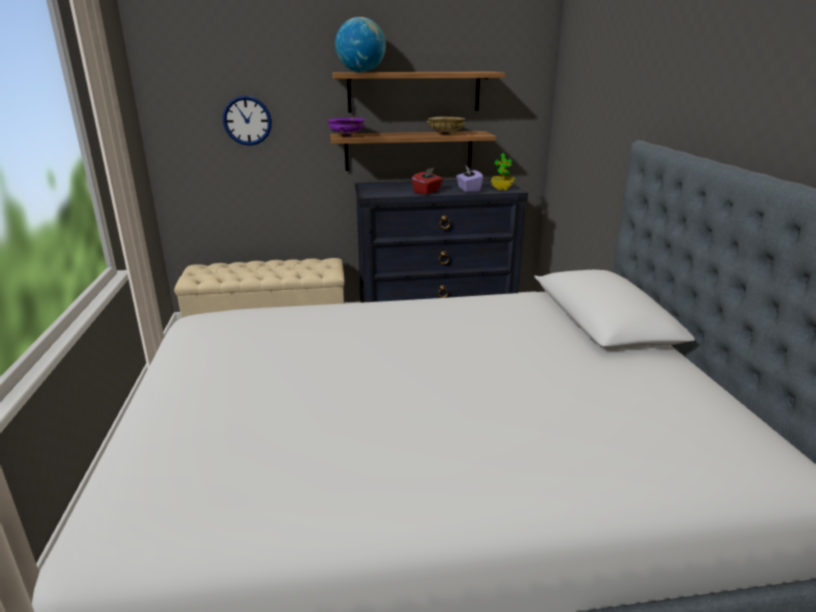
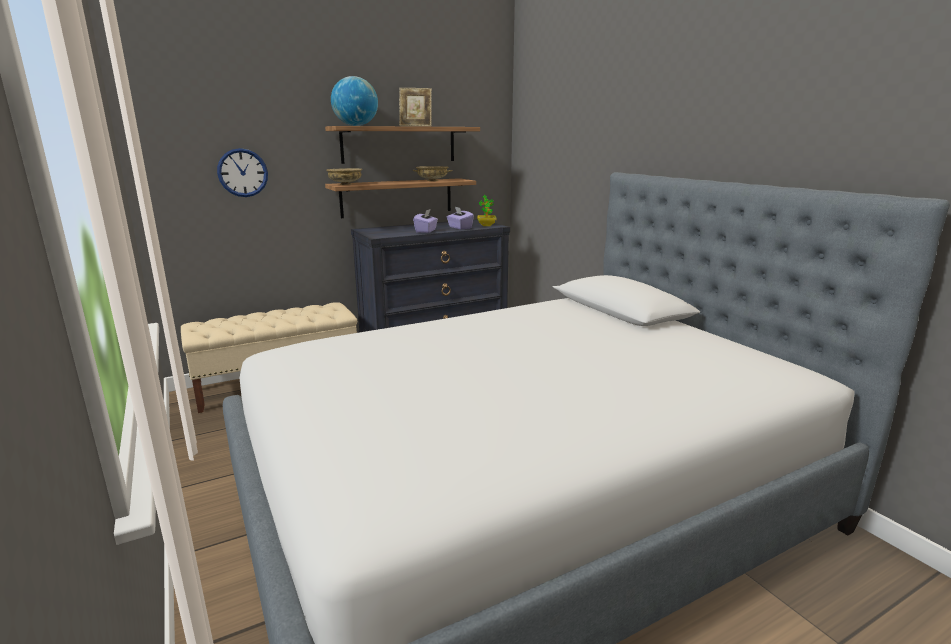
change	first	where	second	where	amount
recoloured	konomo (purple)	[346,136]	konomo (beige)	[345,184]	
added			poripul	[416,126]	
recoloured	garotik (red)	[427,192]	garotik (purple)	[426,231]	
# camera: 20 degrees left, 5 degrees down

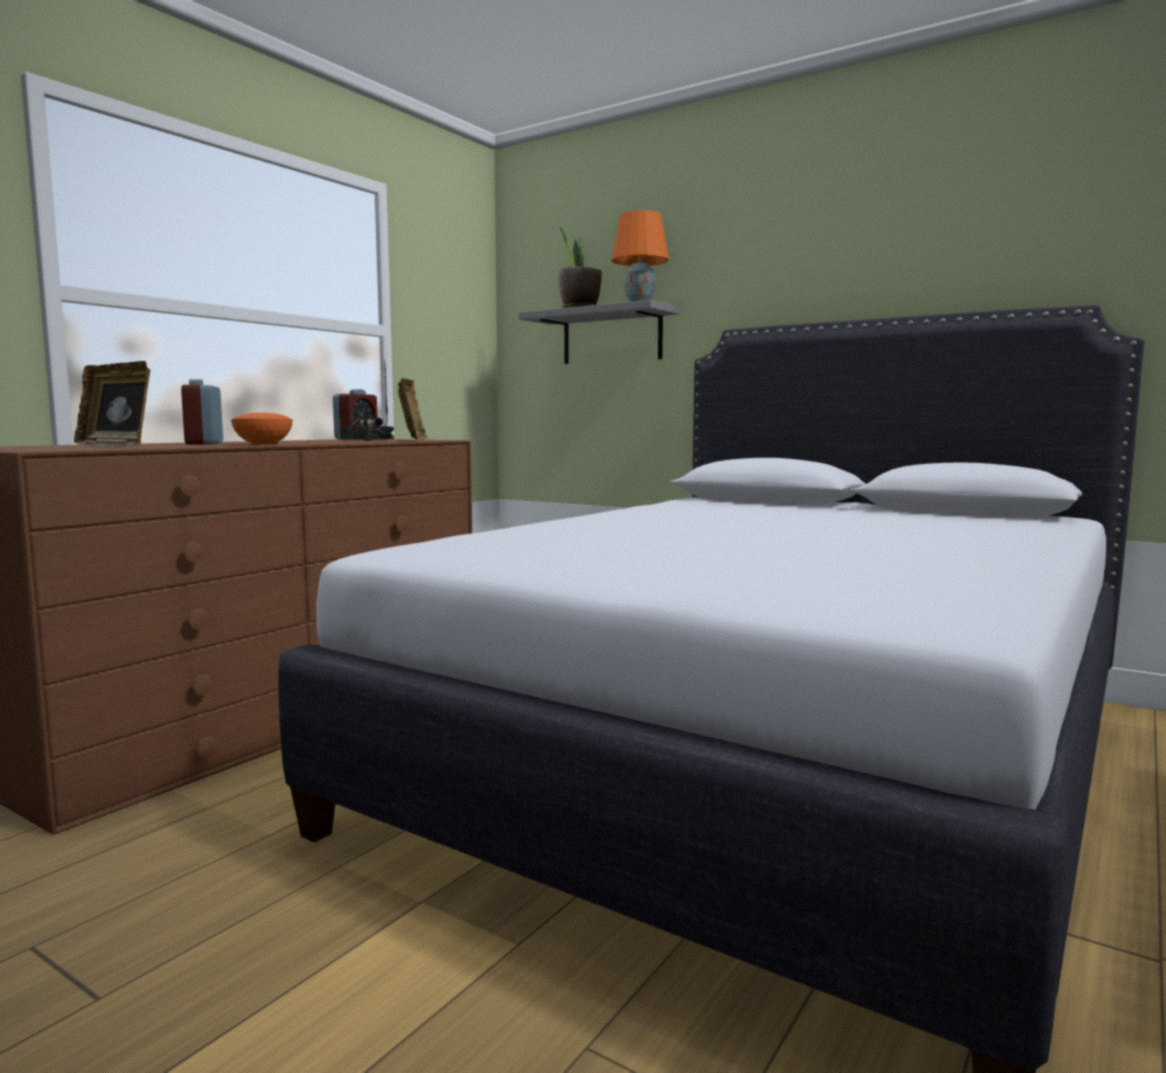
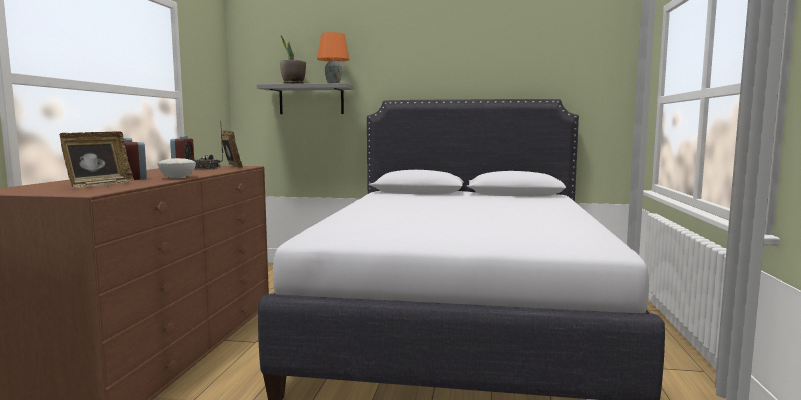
change	first	where	second	where	amount
turned	poripul	[116,446]		[99,185]	75 degrees counterclockwise
recoloured	konomo (orange)	[263,444]	konomo (white)	[178,177]	
# camera: 25 degrees left, 0 degrees up

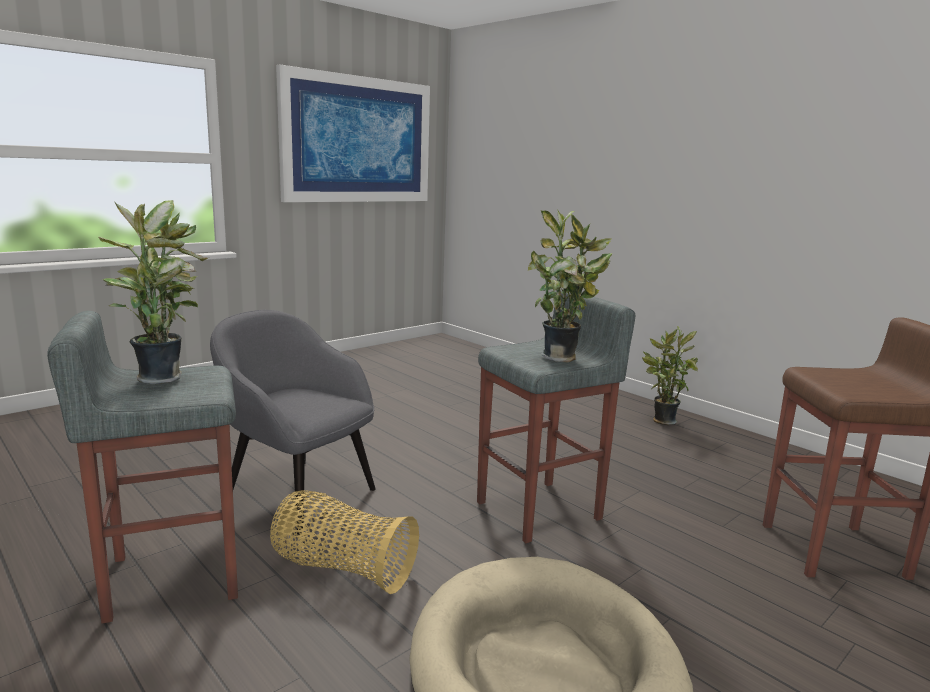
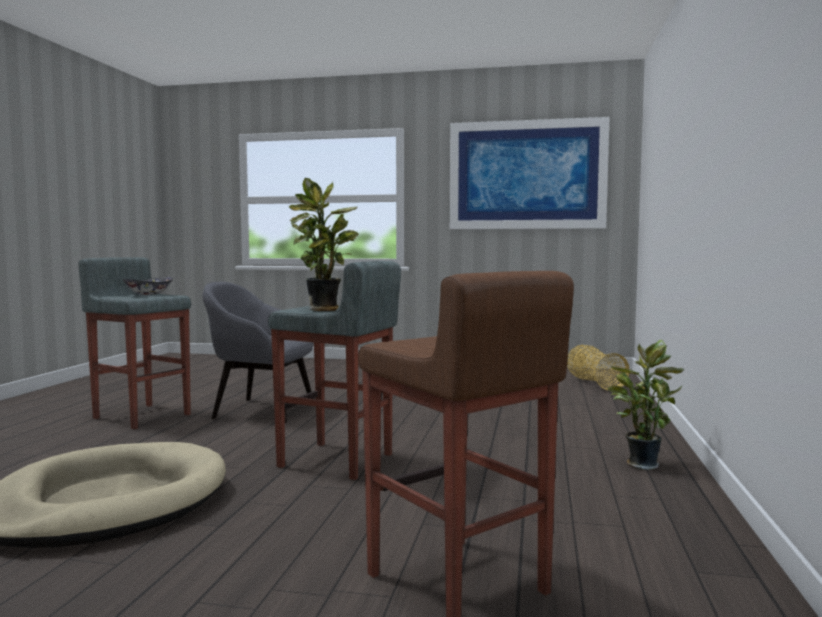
change	first	where	second	where	amount
replaced	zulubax	[162,377]	konomo	[149,294]	
turned	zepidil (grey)	[298,493]		[262,410]	75 degrees counterclockwise
moved	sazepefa	[342,569]		[594,383]	
# camera: 55 degrees right, 10 degrees down

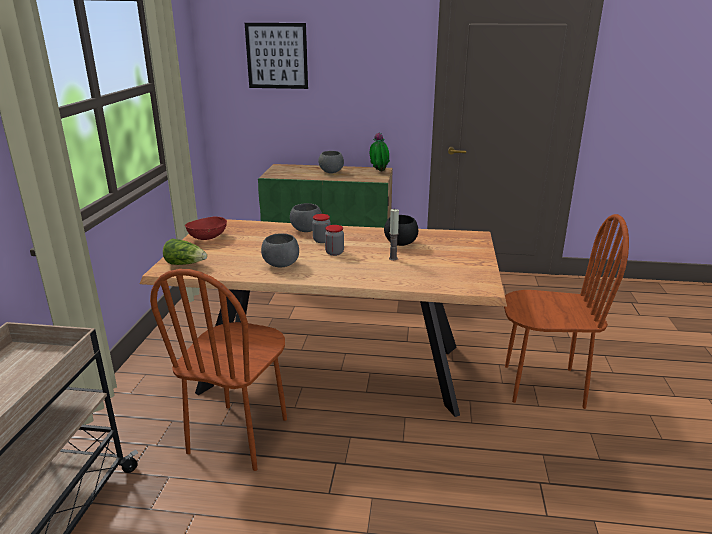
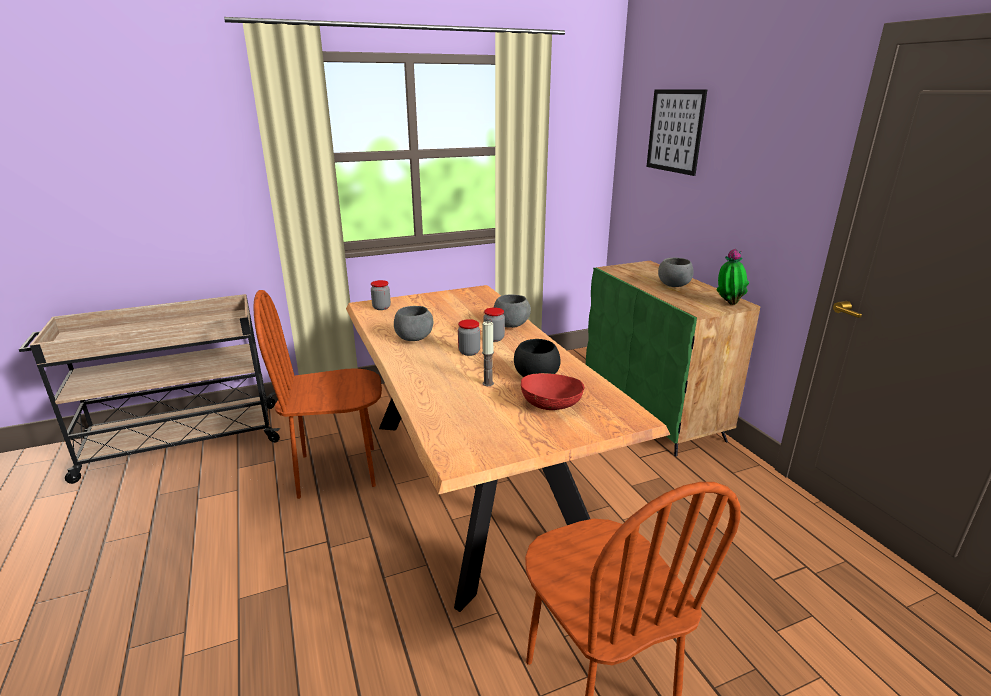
change	first	where	second	where	amount
replaced	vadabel	[185,264]	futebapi	[381,307]	
moved	konomo (red)	[207,237]		[551,405]	
# camera: 60 degrees right, 0 degrees up

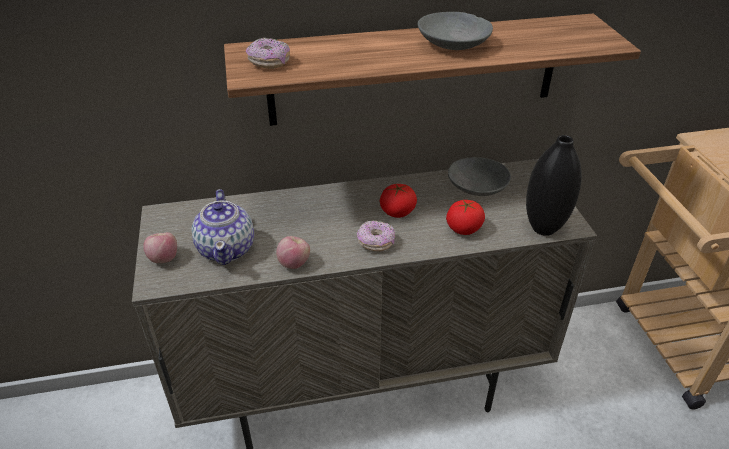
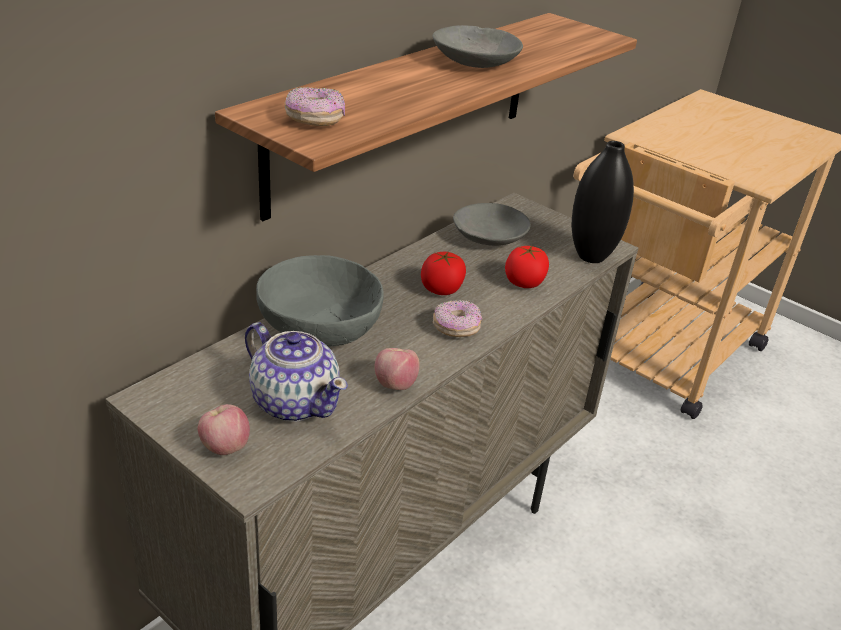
change	first	where	second	where	amount
added			konomo (grey)	[321,327]	
# camera: 40 degrees left, 5 degrees down

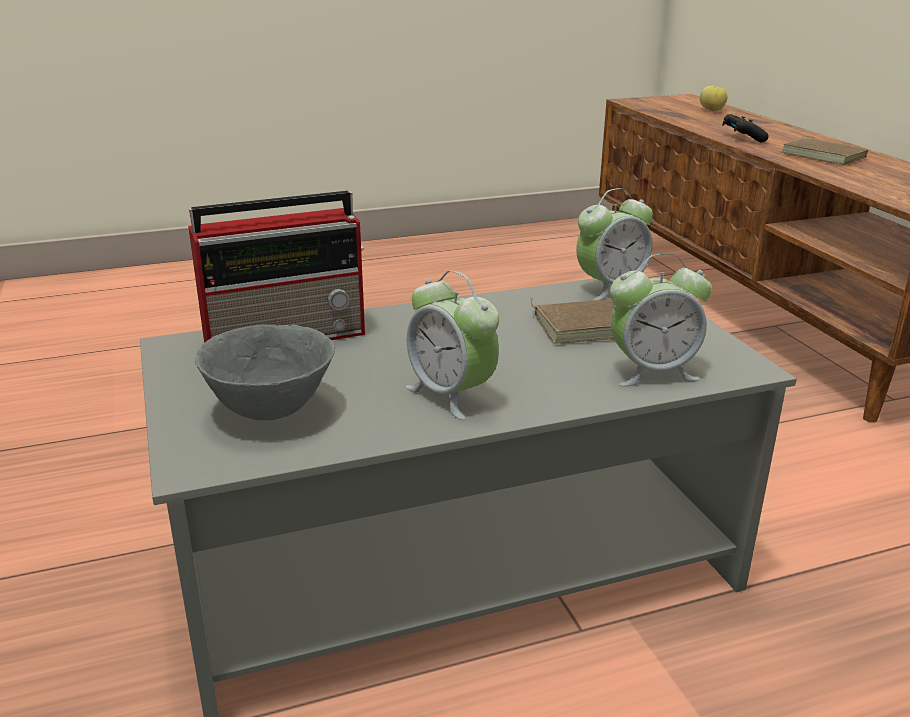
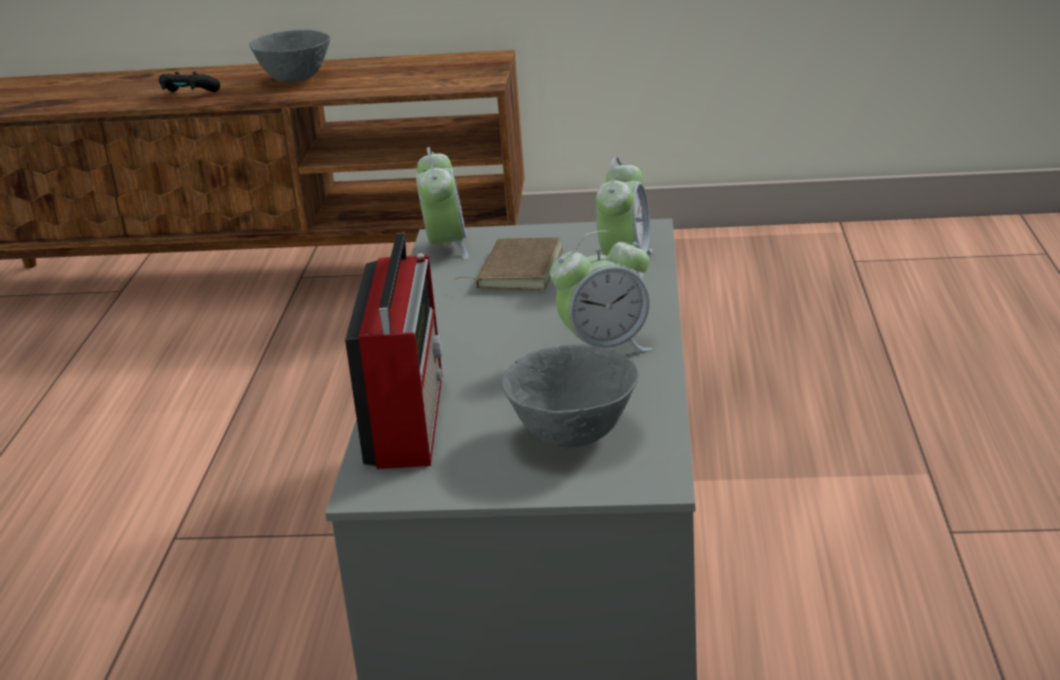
change	first	where	second	where	amount
replaced	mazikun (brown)	[824,155]	konomo (grey)	[295,79]	
removed	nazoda	[712,110]			
# camera: 65 degrees left, 0 degrees up

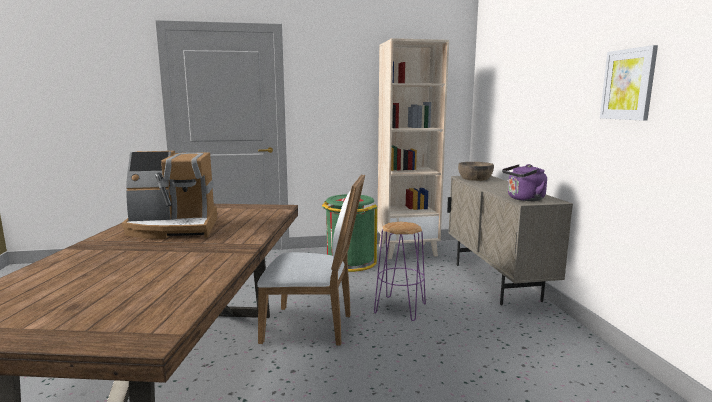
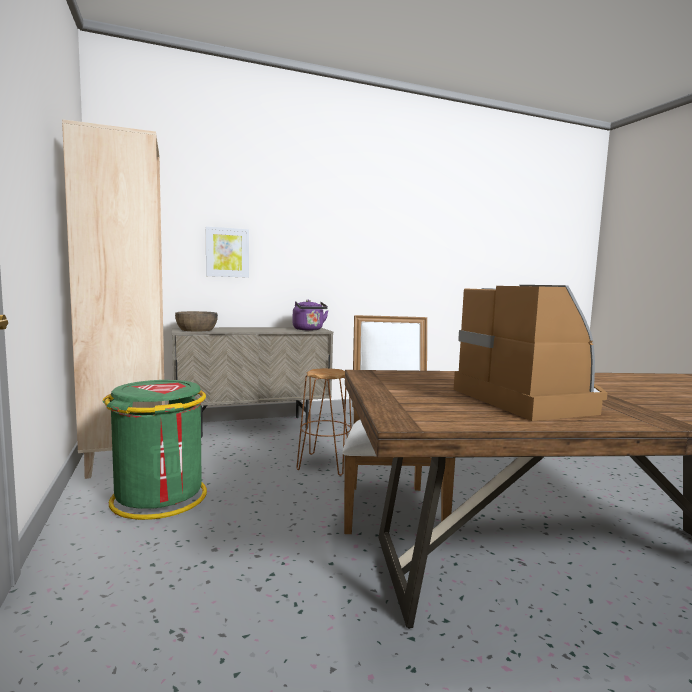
change	first	where	second	where	amount
moved	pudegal	[628,84]		[227,252]	
recoloured	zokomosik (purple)	[400,308]	zokomosik (brown)	[324,464]	
# camera: 100 degrees left, 5 degrees down

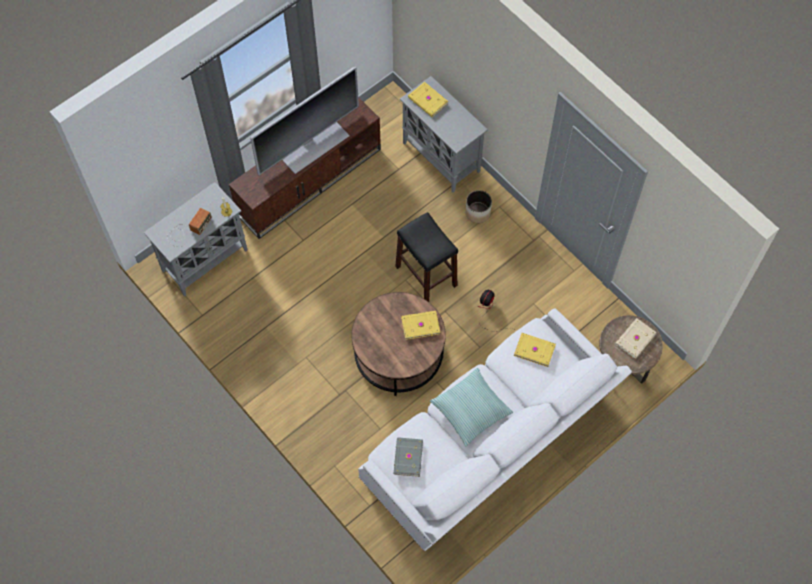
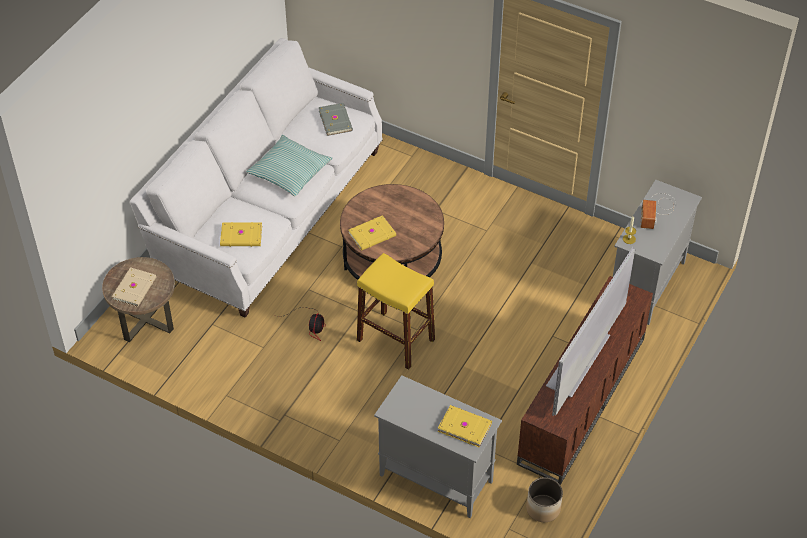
change	first	where	second	where	amount
recoloured	zokomosik (black)	[426,276]	zokomosik (yellow)	[395,340]	
moved	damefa	[477,212]		[543,508]	
# camera: 160 degrees right, 15 degrees down

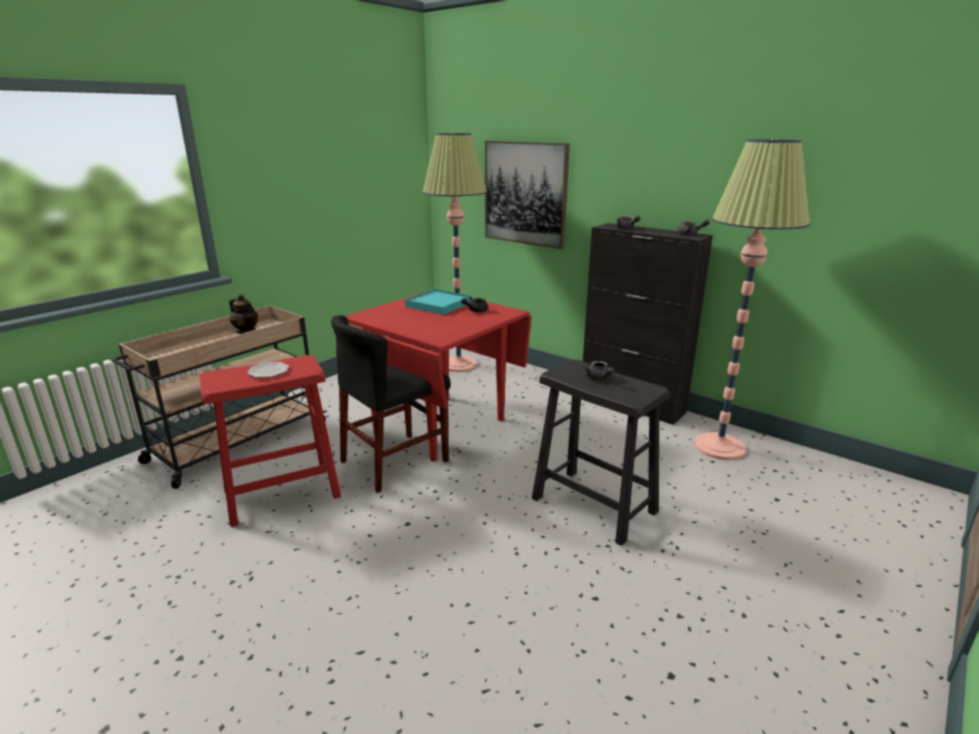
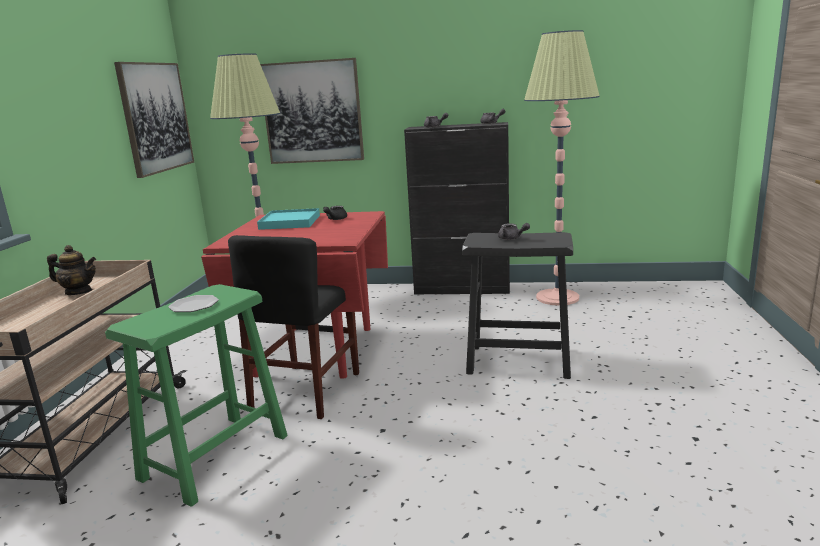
change	first	where	second	where	amount
recoloured	zokomosik (red)	[283,493]	zokomosik (green)	[216,456]	
added			pudegal	[156,117]	
# camera: 30 degrees left, 5 degrees down

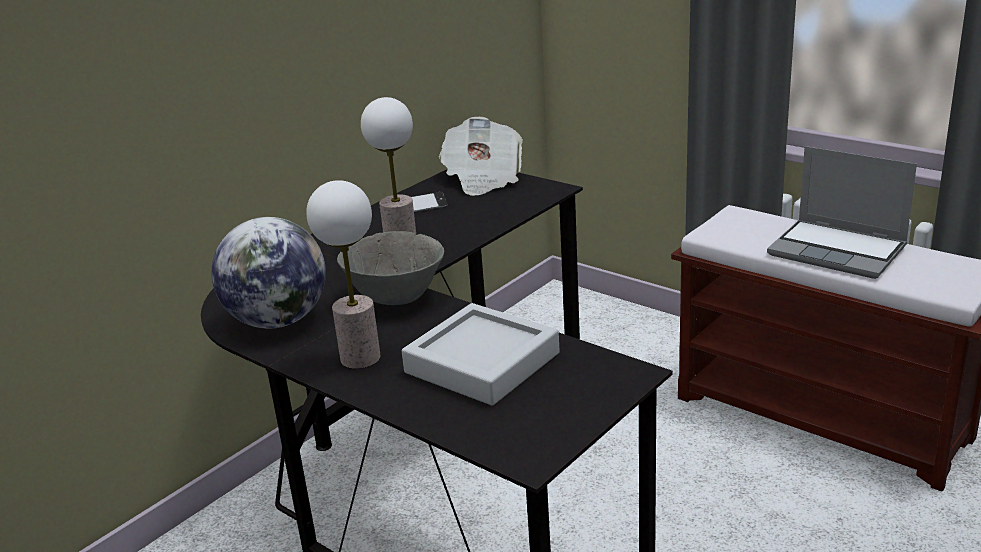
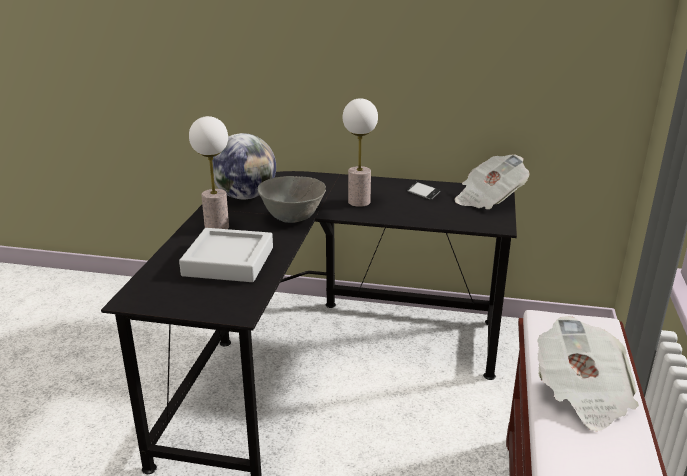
change	first	where	second	where	amount
replaced	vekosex	[839,251]	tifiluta	[582,395]	
# camera: 60 degrees right, 0 degrees up

